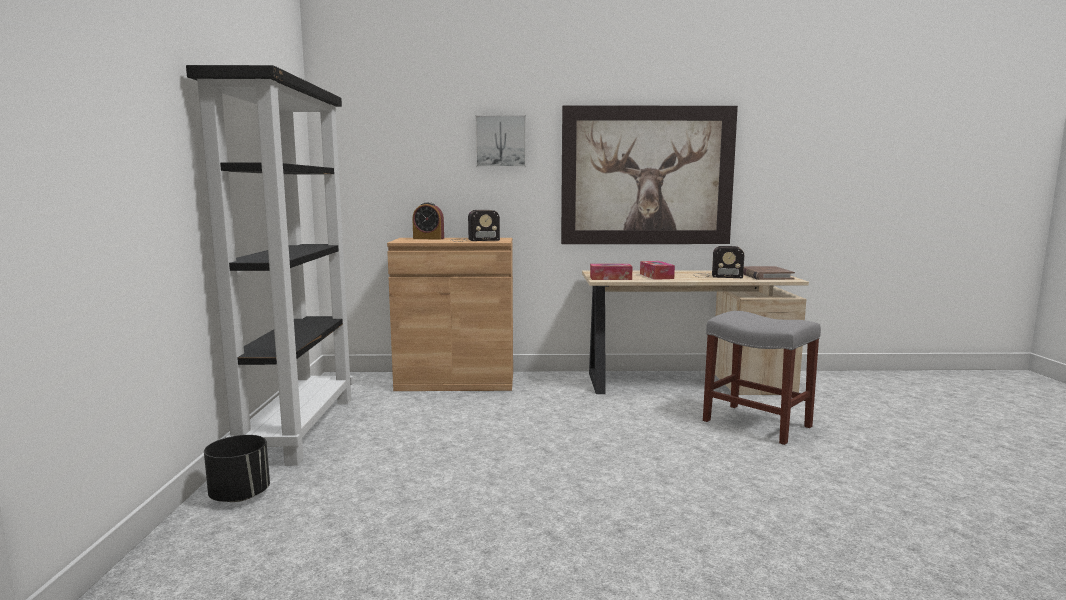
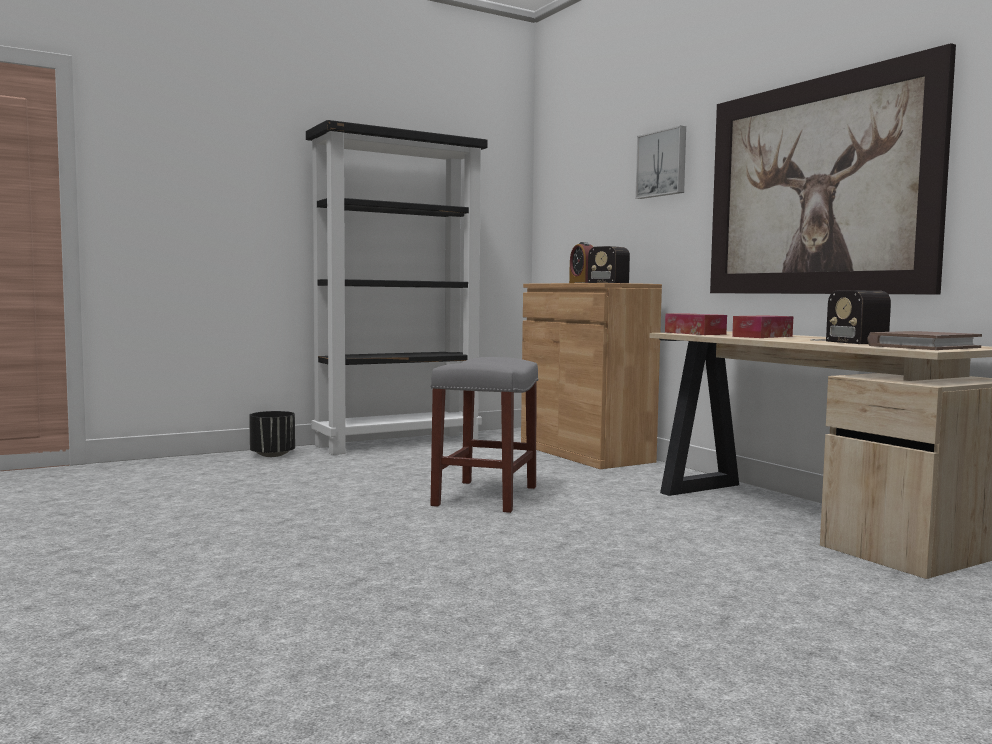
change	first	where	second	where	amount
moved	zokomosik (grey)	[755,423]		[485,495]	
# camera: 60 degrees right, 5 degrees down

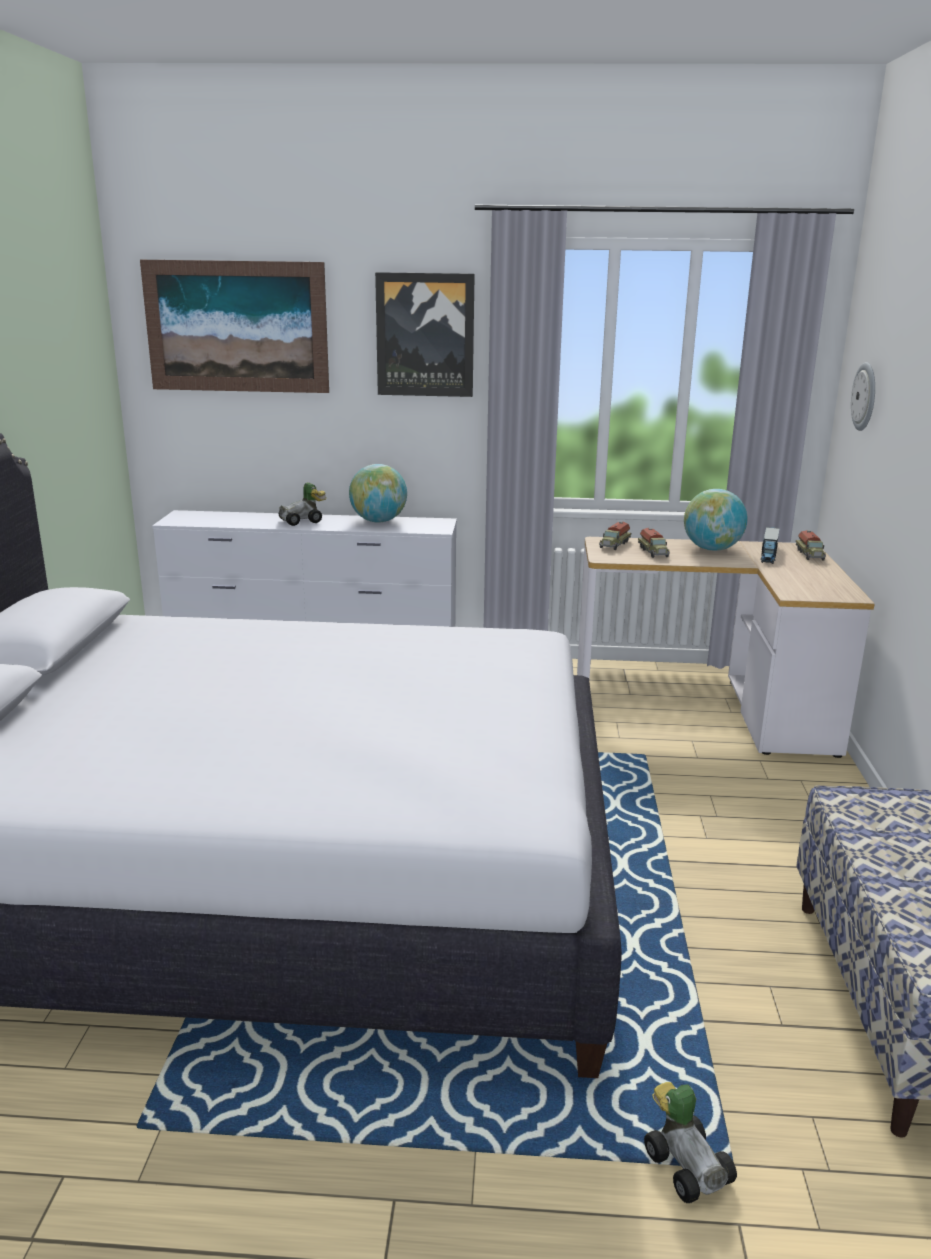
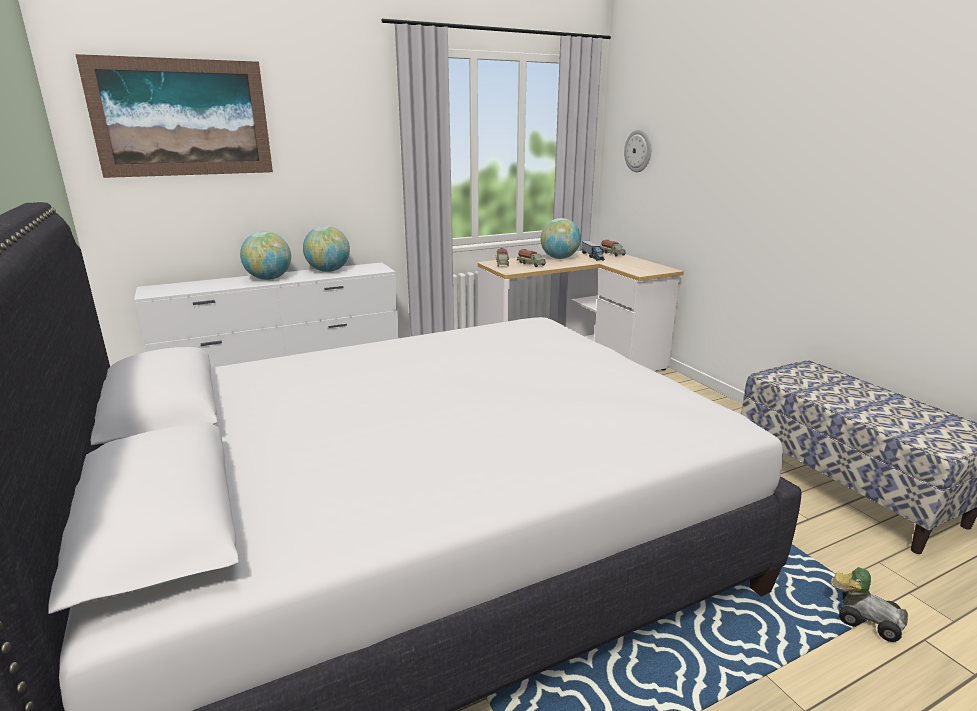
change	first	where	second	where	amount
replaced	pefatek	[303,521]	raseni	[269,279]	
removed	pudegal	[425,335]			
# camera: 30 degrees left, 0 degrees up

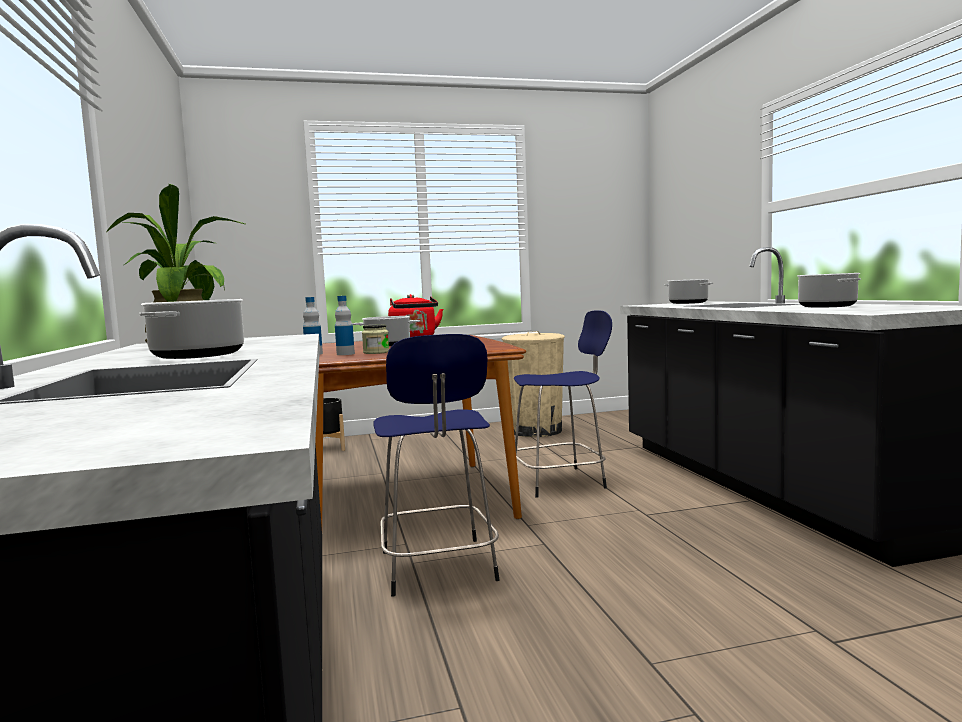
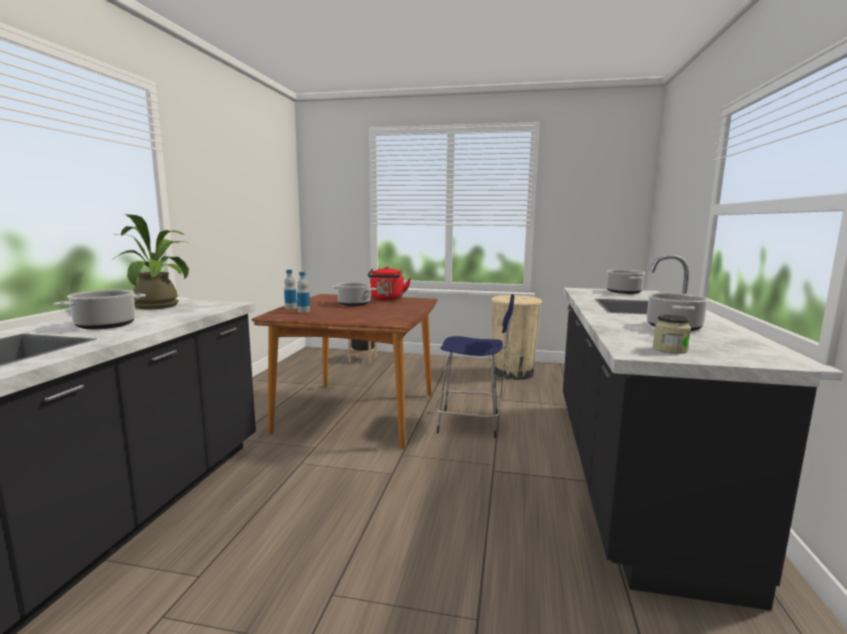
change	first	where	second	where	amount
moved	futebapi	[376,352]		[670,349]	
removed	zokomosik (blue)	[438,568]			
# camera: 25 degrees right, 5 degrees up

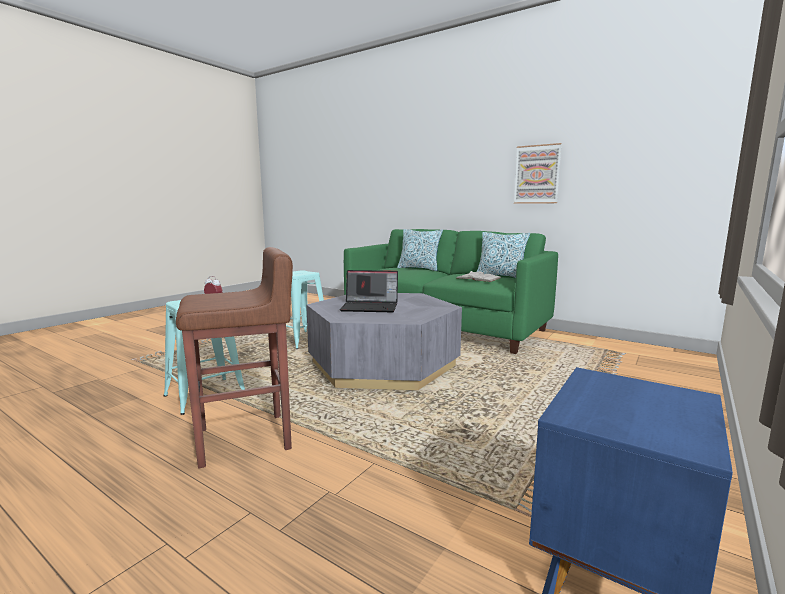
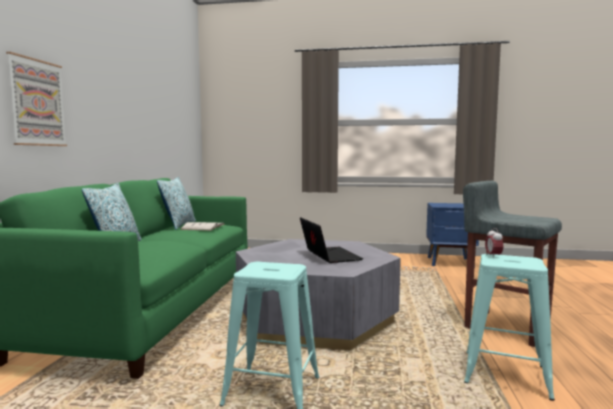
change	first	where	second	where	amount
moved	pudegal	[537,174]		[37,103]	
recoloured	zokomosik (brown)	[245,439]	zokomosik (grey)	[505,327]	
# camera: 115 degrees left, 5 degrees down

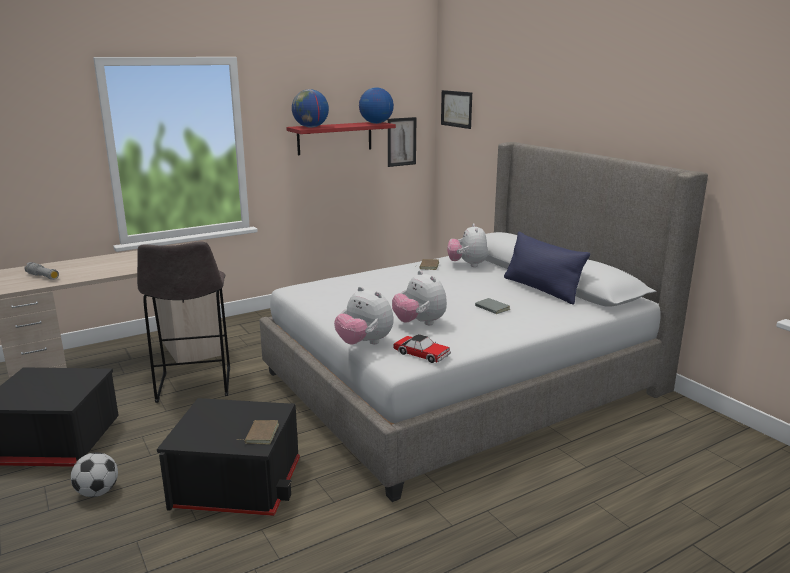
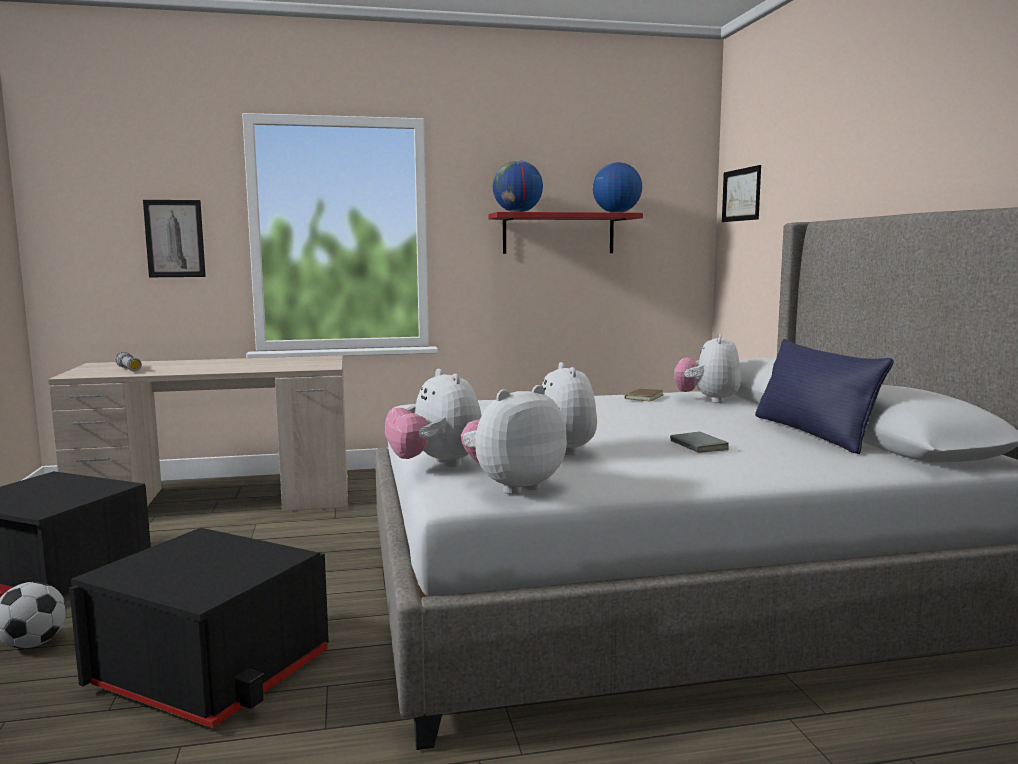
change	first	where	second	where	amount
moved	pudegal	[401,141]		[174,238]	
replaced	pefatek	[422,354]	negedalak	[512,486]	
removed	zokomosik (grey)	[194,386]			
removed	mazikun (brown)	[260,434]			
# camera: 20 degrees right, 10 degrees down

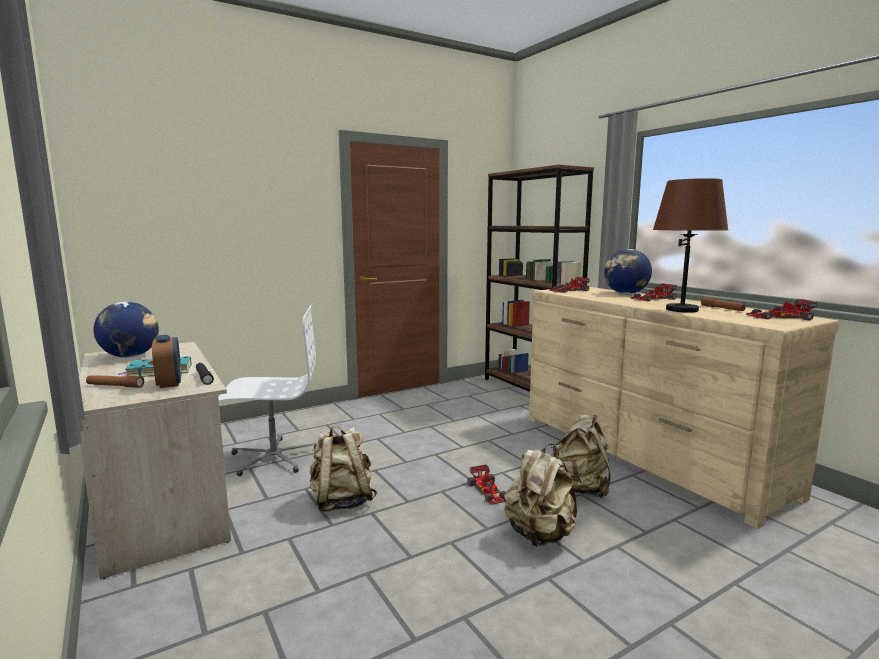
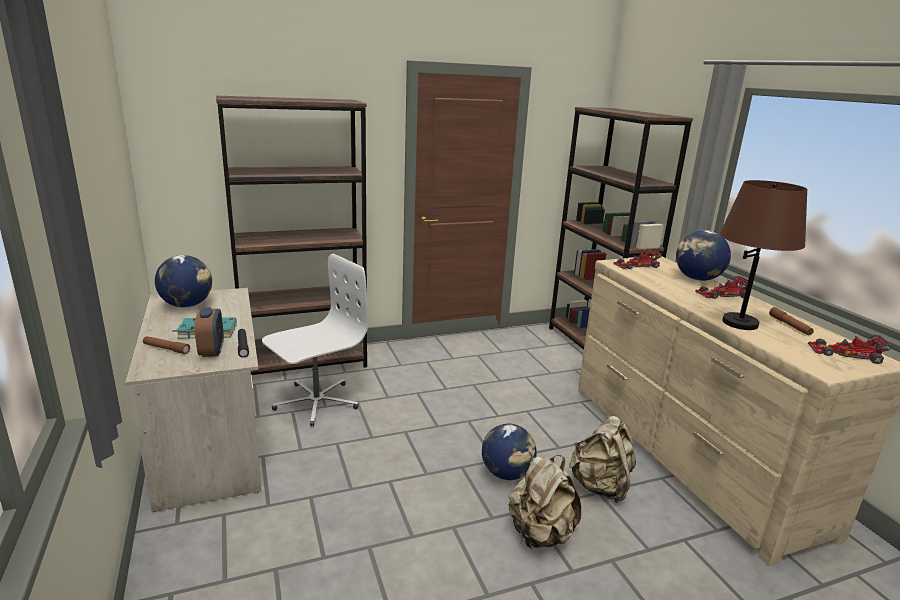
change	first	where	second	where	amount
added			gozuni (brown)	[305,363]	
turned	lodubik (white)	[273,457]		[316,402]	45 degrees counterclockwise
replaced	pefatek	[488,490]	raseni	[507,473]	
removed	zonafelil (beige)	[342,501]			
# camera: 10 degrees right, 10 degrees up

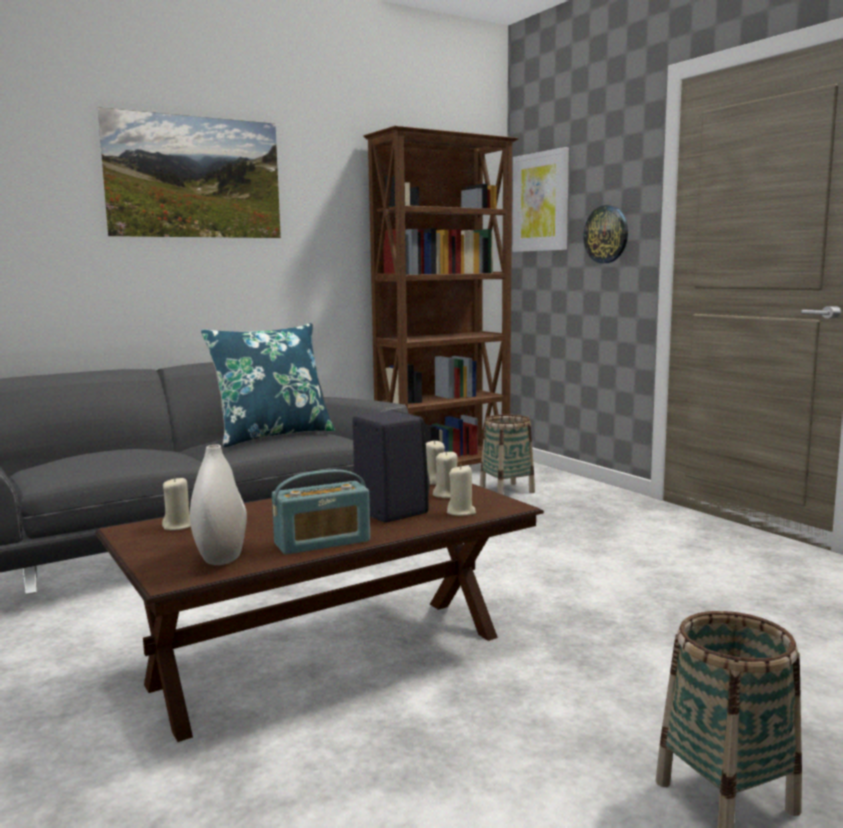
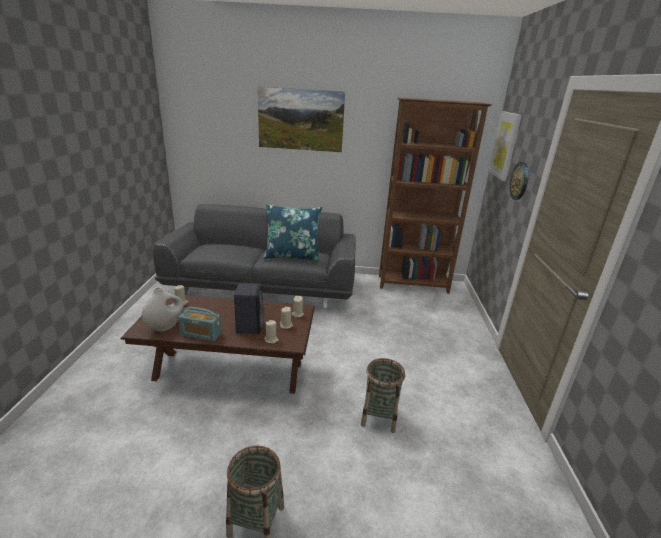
change	first	where	second	where	amount
moved	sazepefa	[507,490]		[379,417]	
# camera: 35 degrees right, 15 degrees up

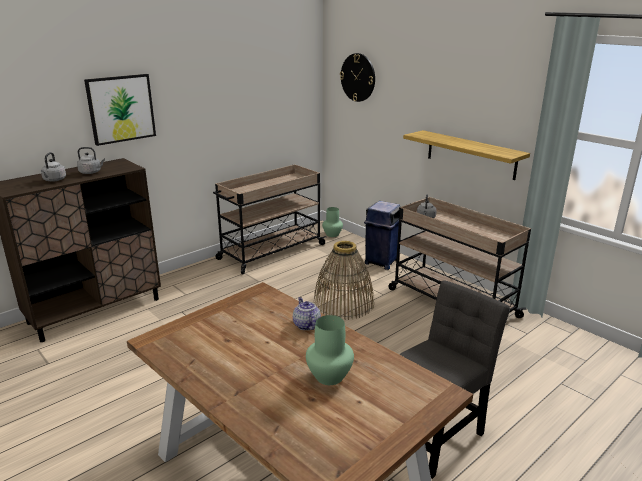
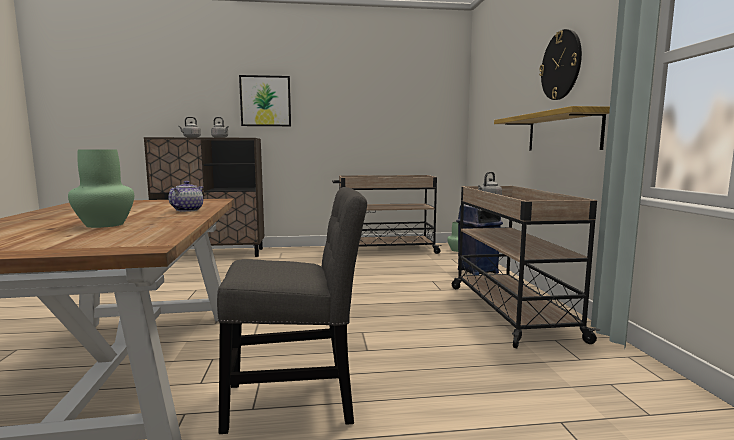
change	first	where	second	where	amount
moved	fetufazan	[358,77]		[561,65]	
removed	sazepefa	[343,303]			
# camera: 35 degrees right, 15 degrees down

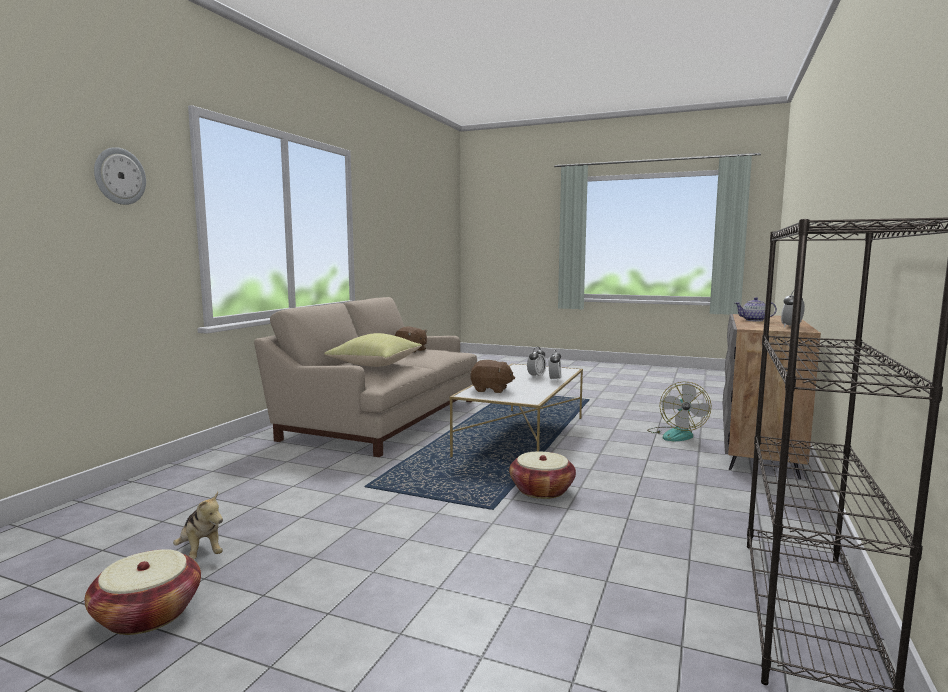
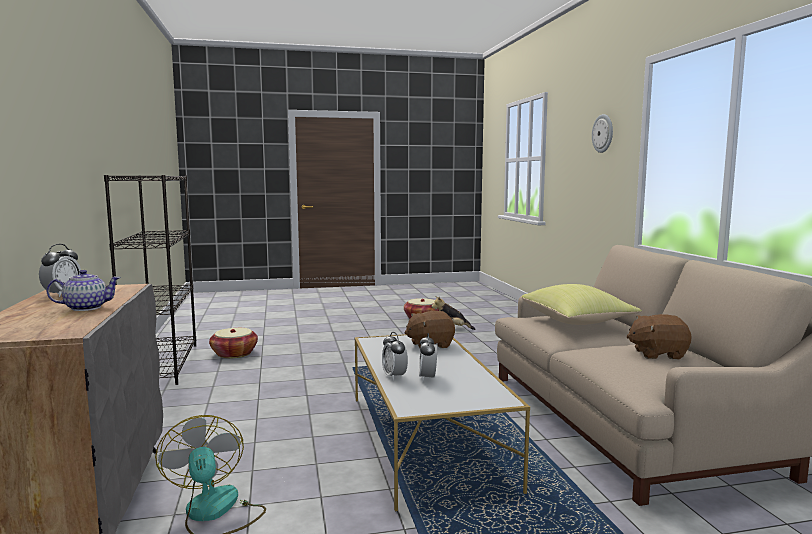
change	first	where	second	where	amount
moved	sazepefa	[541,490]		[234,354]	
# camera: 145 degrees right, 0 degrees up

